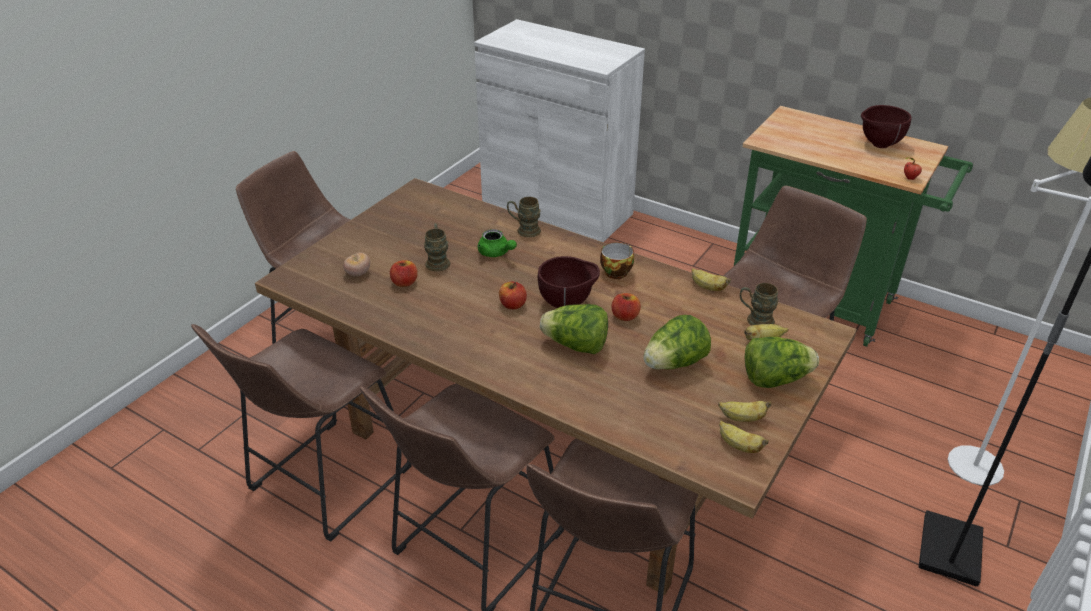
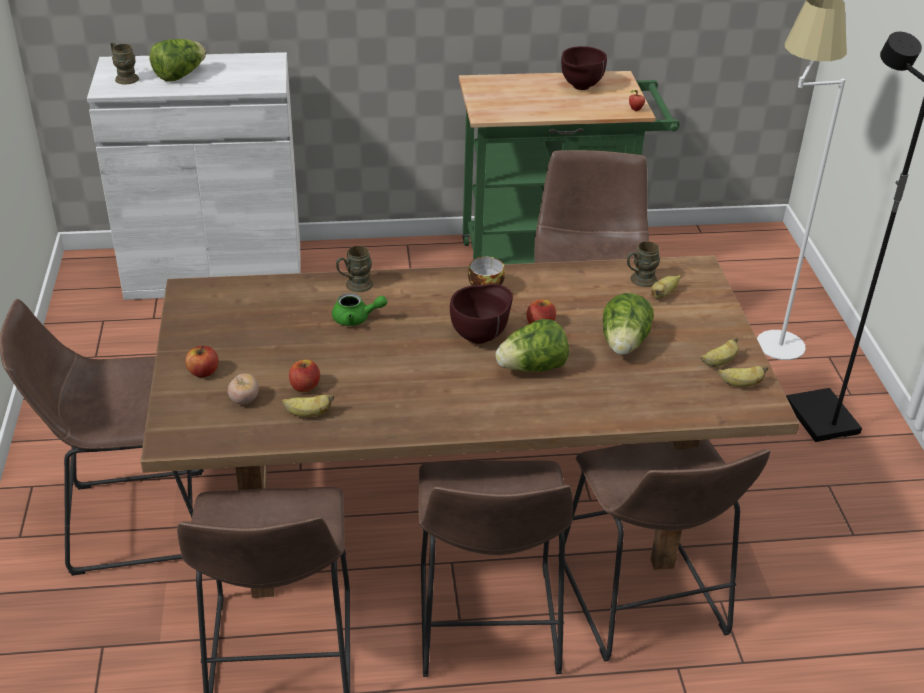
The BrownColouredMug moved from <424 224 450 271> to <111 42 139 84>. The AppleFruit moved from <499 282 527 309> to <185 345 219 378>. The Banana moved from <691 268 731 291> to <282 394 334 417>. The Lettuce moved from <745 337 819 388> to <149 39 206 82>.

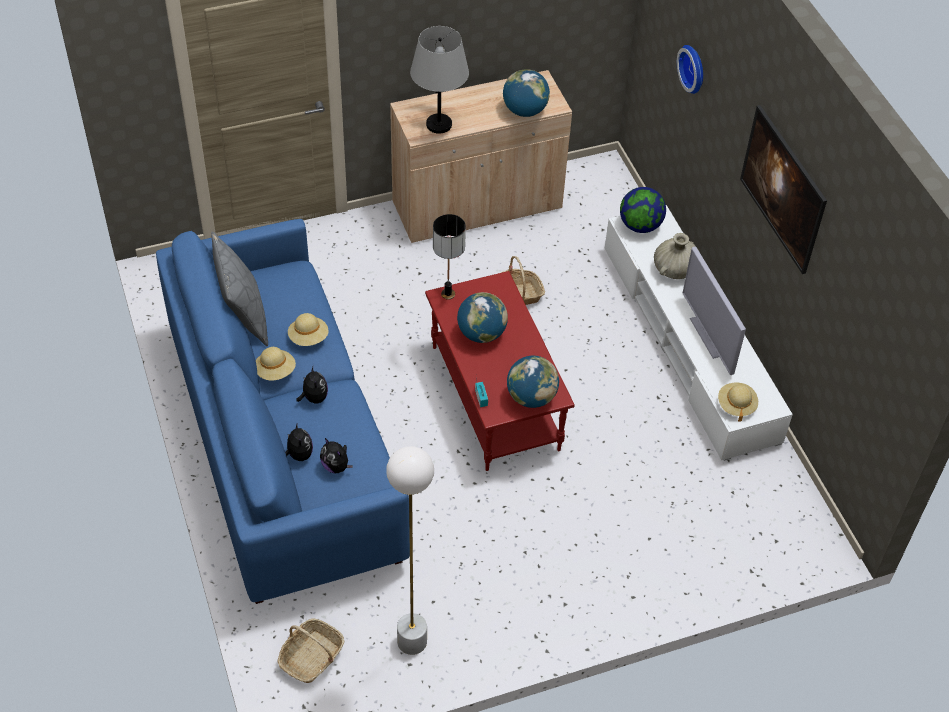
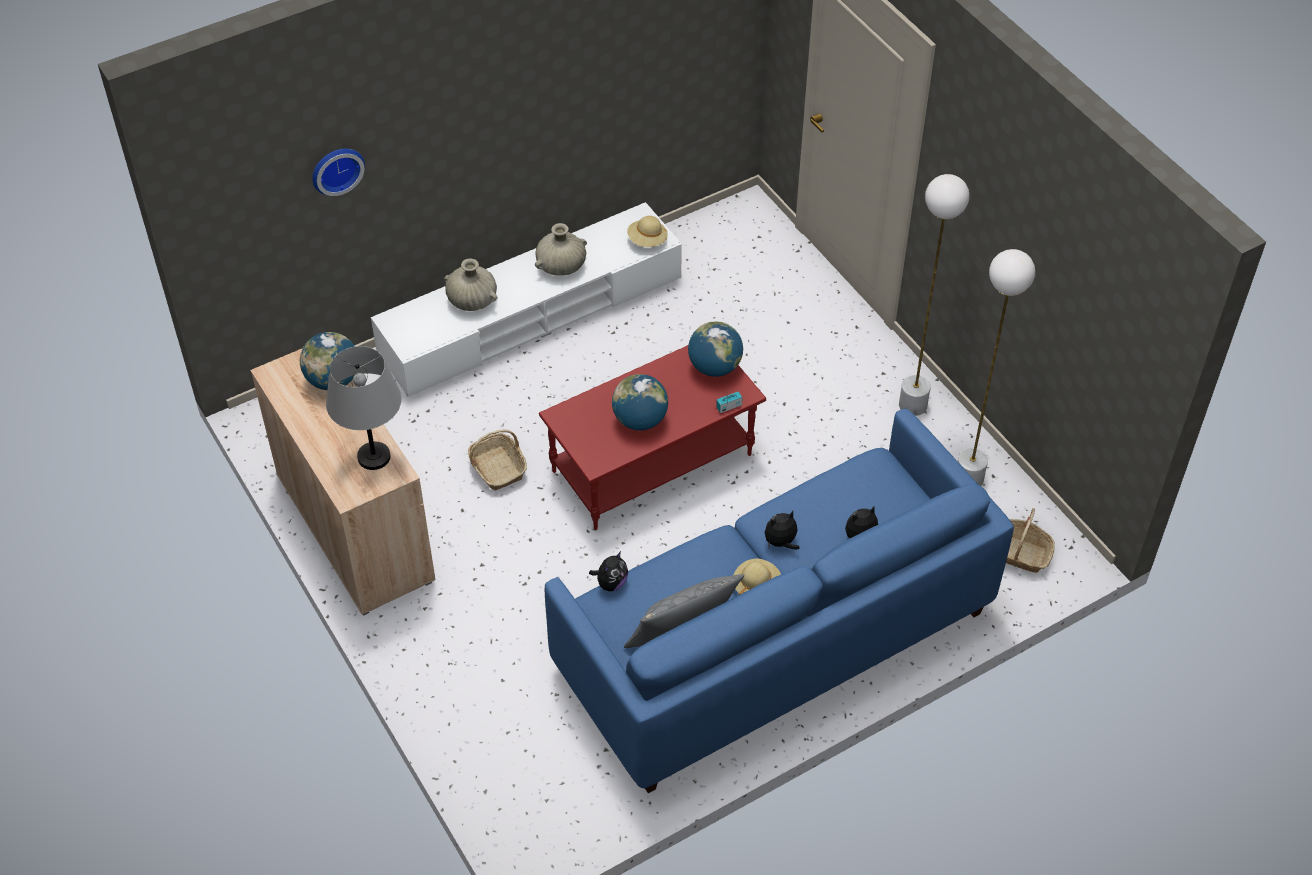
The BeigeWearableHat at <288 313 329 346> disappeared. The CuddlyToy moved from <320 438 353 473> to <589 551 628 591>. The LampForATable at <433 214 466 300> disappeared. The WorldGlobe at <620 187 666 233> disappeared. The Tv at <683 247 746 375> was replaced by the BeigeDecorativeVase at <535 223 587 276>. The Picture at <740 105 827 274> disappeared. The WhiteColouredFloorLamp at <899 174 969 416> appeared.

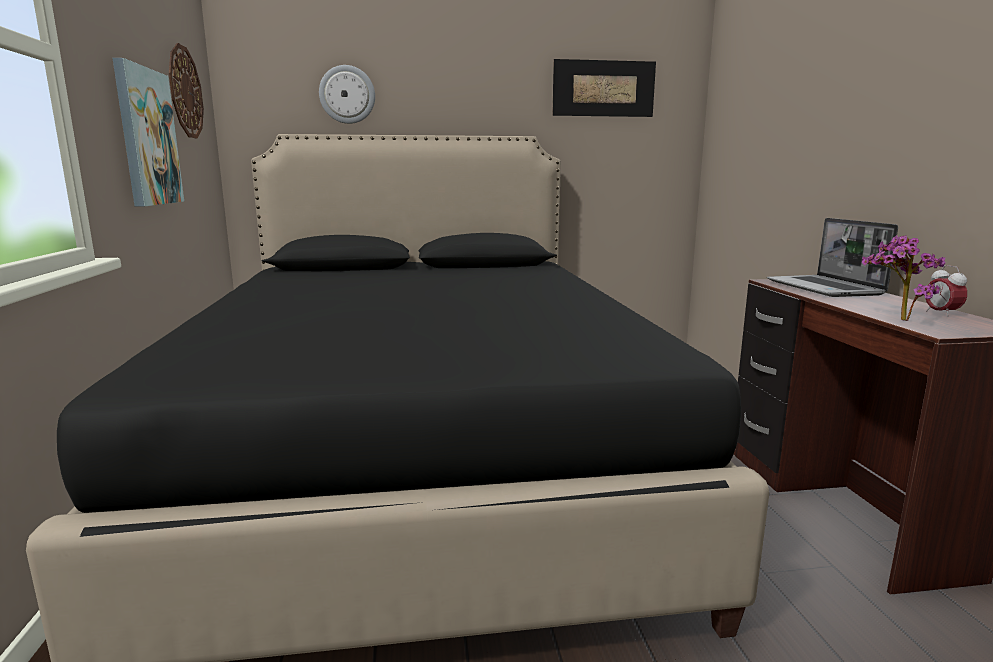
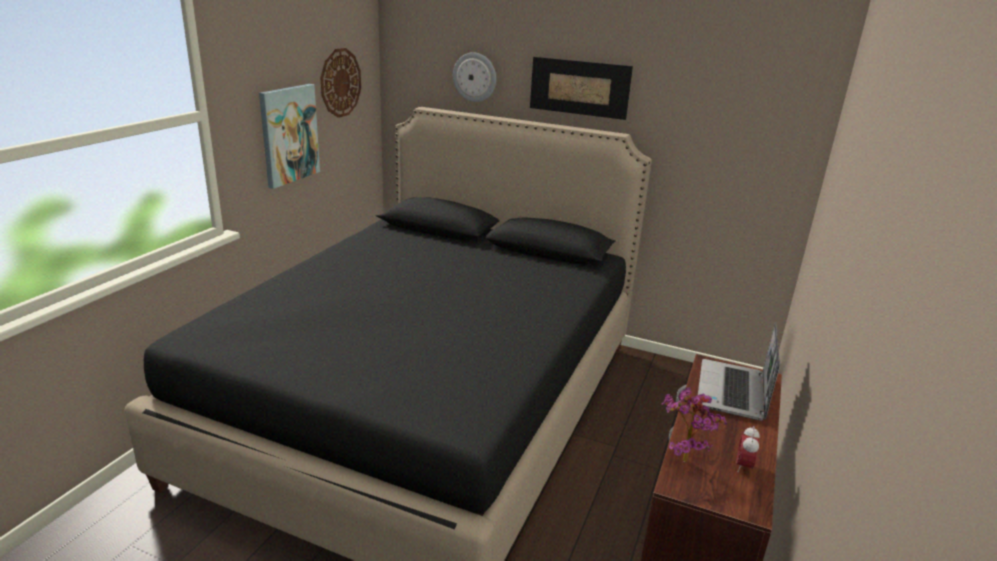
The Picture moved from <552 59 656 117> to <530 57 633 120>.

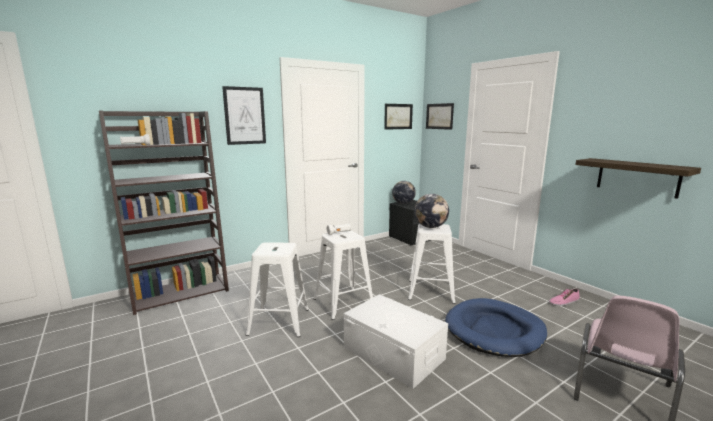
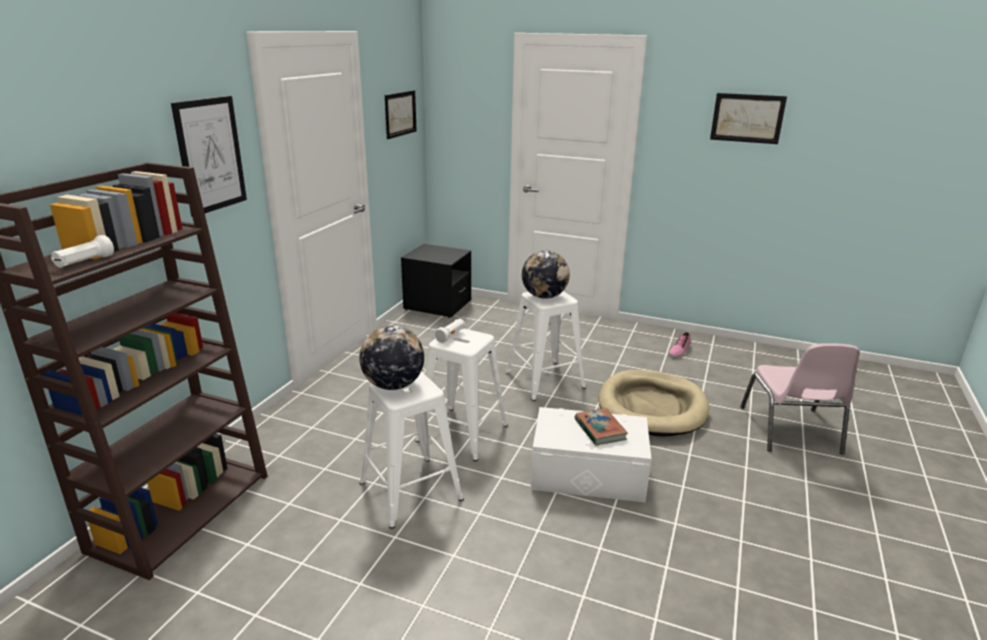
The WorldGlobe moved from <392 181 416 204> to <359 325 424 390>. The Picture moved from <426 103 454 130> to <710 93 787 144>. The BluishPetBed at <445 298 547 357> became the BeigePetBed at <598 370 709 437>. The BracketShelf at <575 158 701 199> disappeared. The Book at <575 408 628 445> appeared.

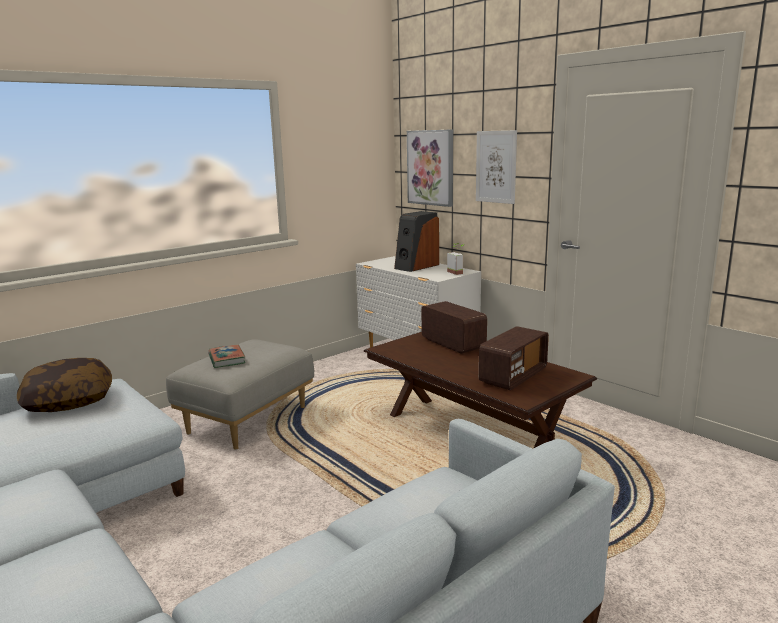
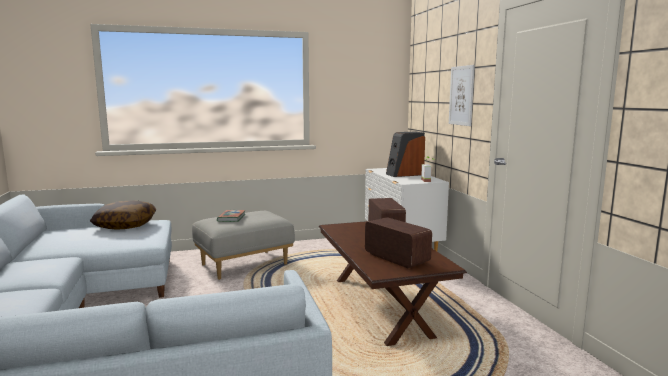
The Picture at <407 129 453 207> disappeared. The Radio at <479 326 549 390> turned 105 degrees counterclockwise.

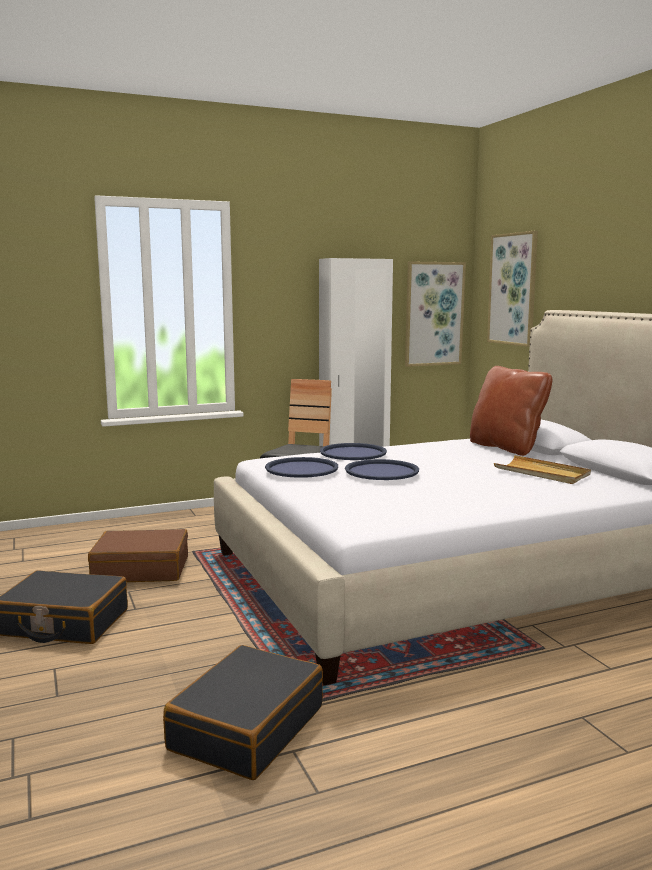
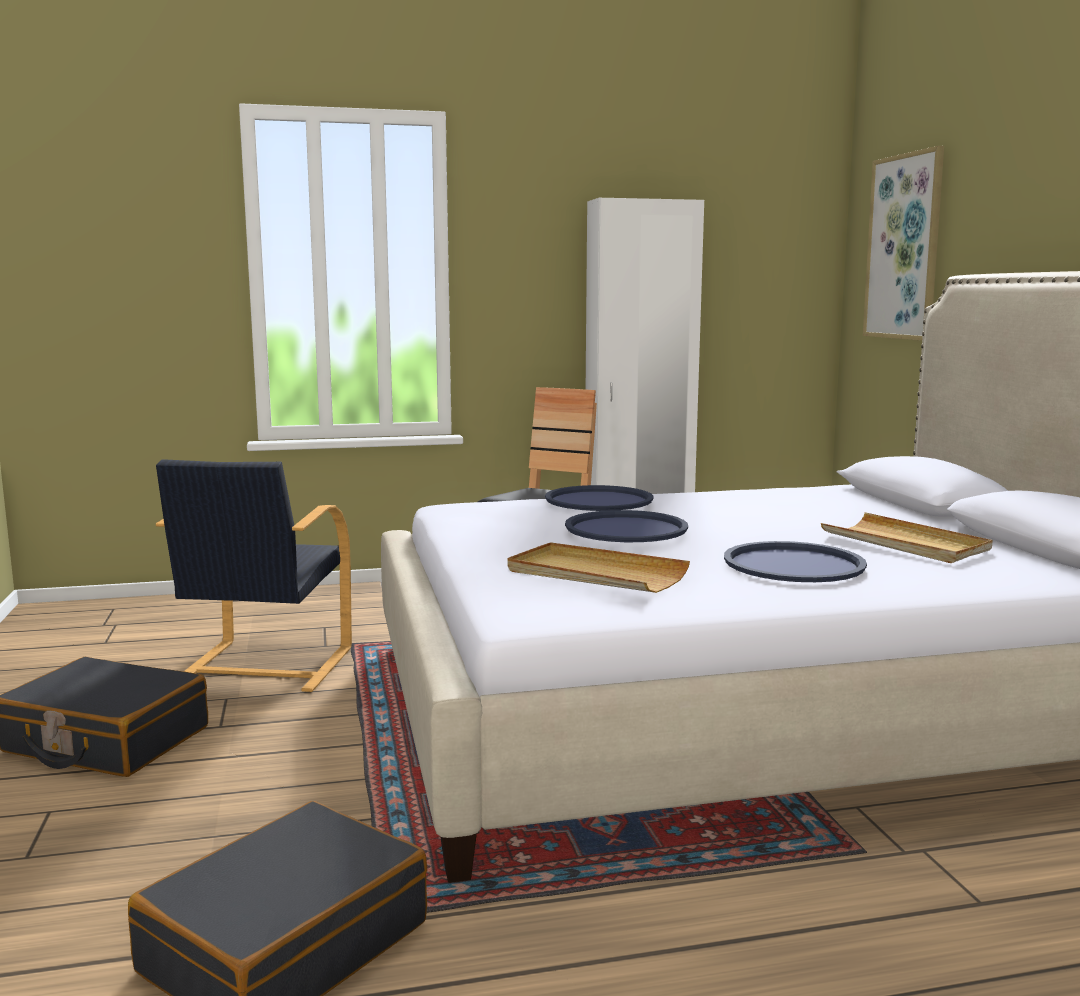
The BrownColouredTravelCase at <88 529 188 582> was replaced by the BlackishLoungeChair at <156 459 352 692>. The BluishServingTray moved from <265 457 338 478> to <724 541 867 582>. The Picture at <405 261 466 367> disappeared. The BrownColouredPillow at <470 366 553 456> disappeared. The BeigeServingTray at <508 542 690 593> appeared.

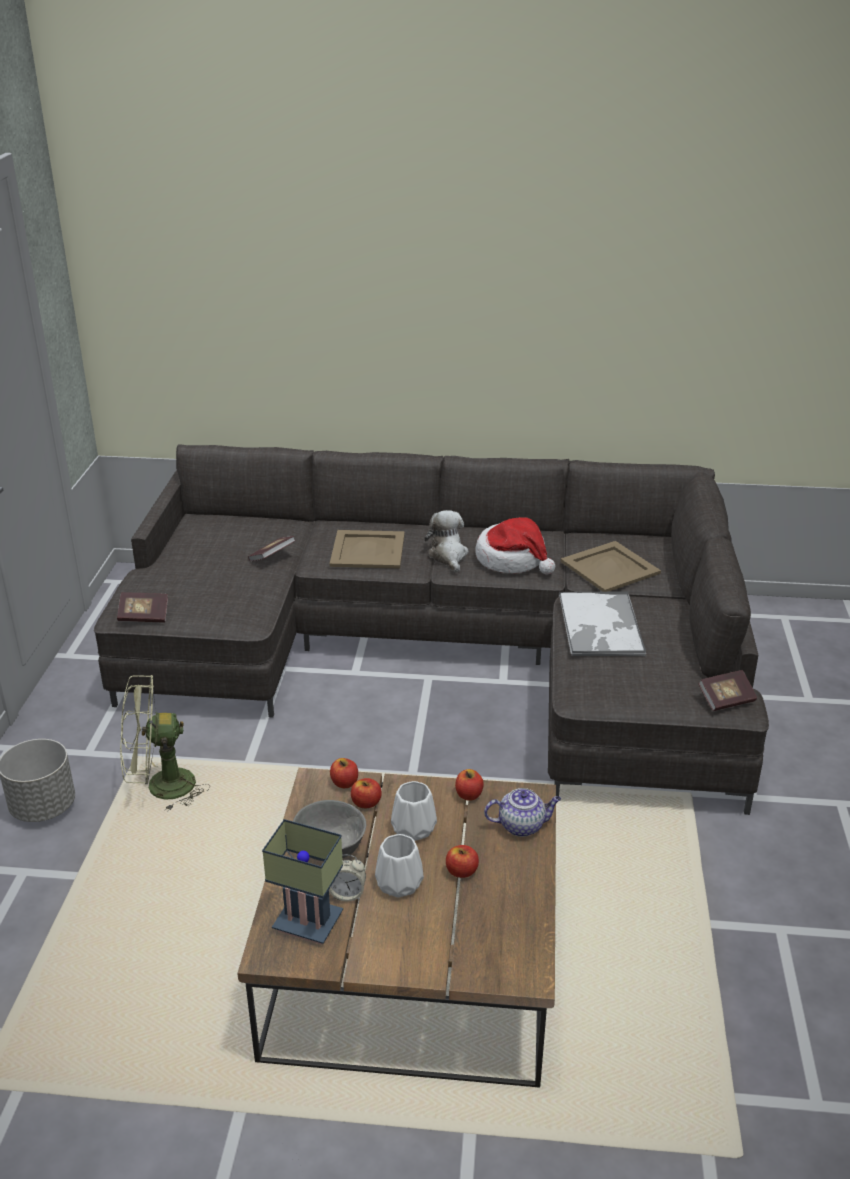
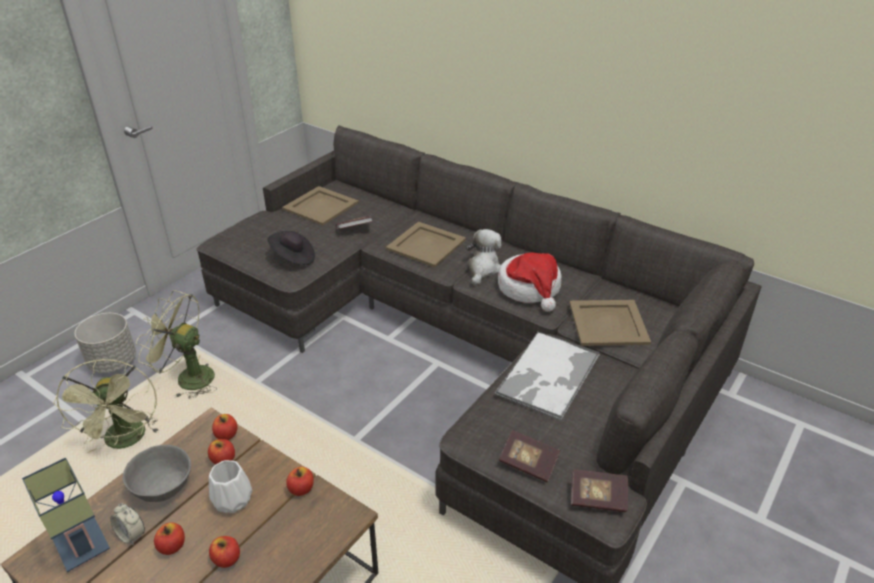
The Book moved from <117 592 168 623> to <499 430 560 482>. The WhiteColouredDecorativeVase at <375 834 424 898> was replaced by the AppleFruit at <154 522 185 555>. The Teapot at <484 788 561 837> disappeared. The GreenFan at <53 359 159 453> appeared. The BlackishWearableHat at <267 231 315 265> appeared. The BeigeServingTray at <282 186 359 225> appeared.

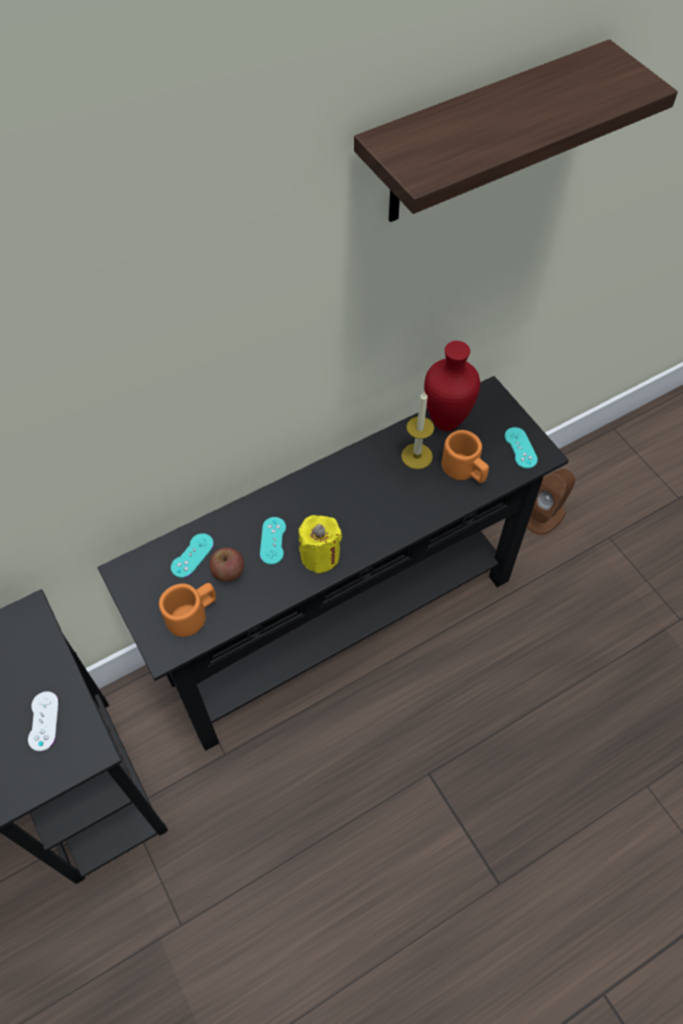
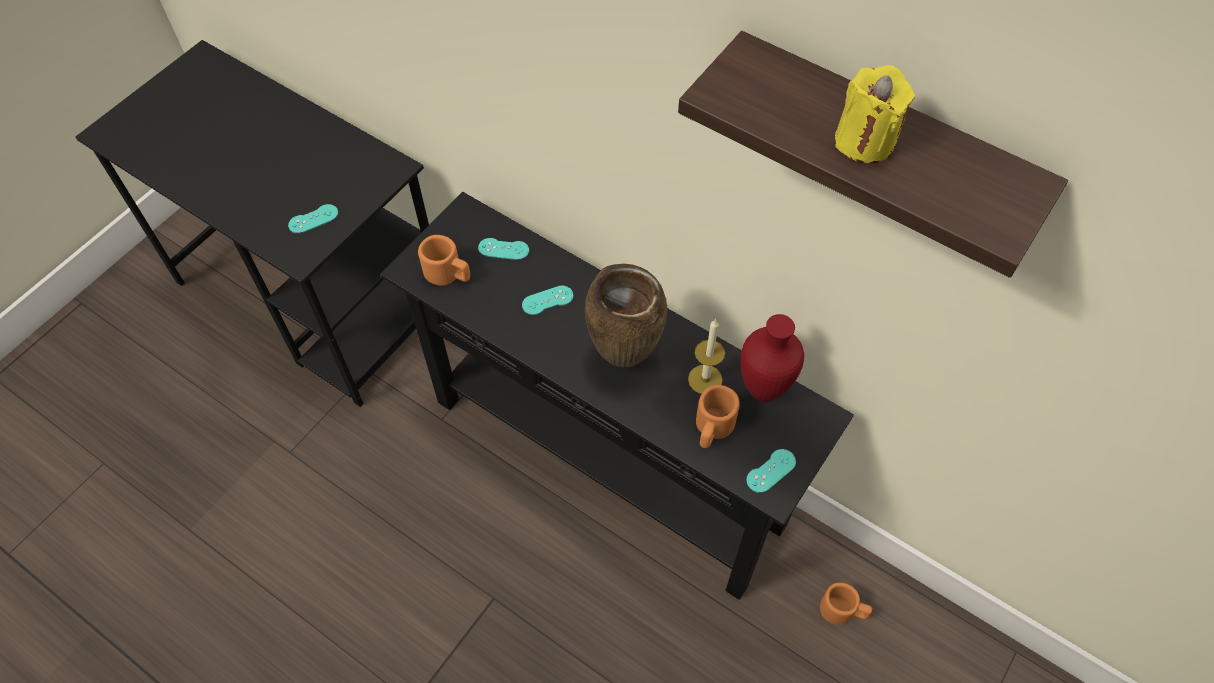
The WhiteColouredGameController at <28 691 59 751> became the TurquoiseGameController at <288 204 338 234>. The AppleFruit at <209 547 244 582> disappeared. The YellowishWaxLight moved from <298 515 342 574> to <835 65 915 163>. The BrownColouredAudioSpeaker at <527 469 575 535> was replaced by the OrangeyMug at <820 583 872 625>. The BrownColouredDecorativeVase at <585 264 667 367> appeared.

